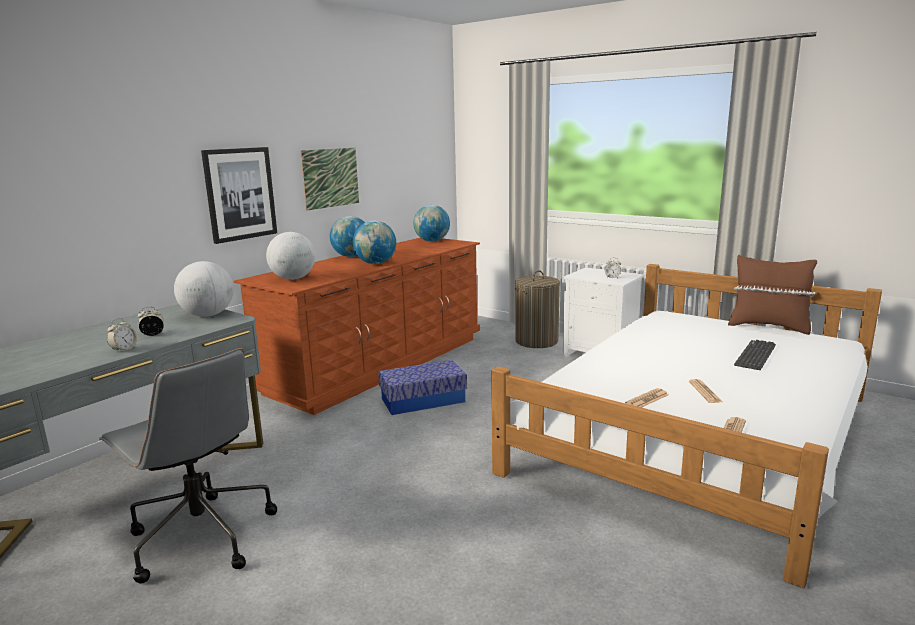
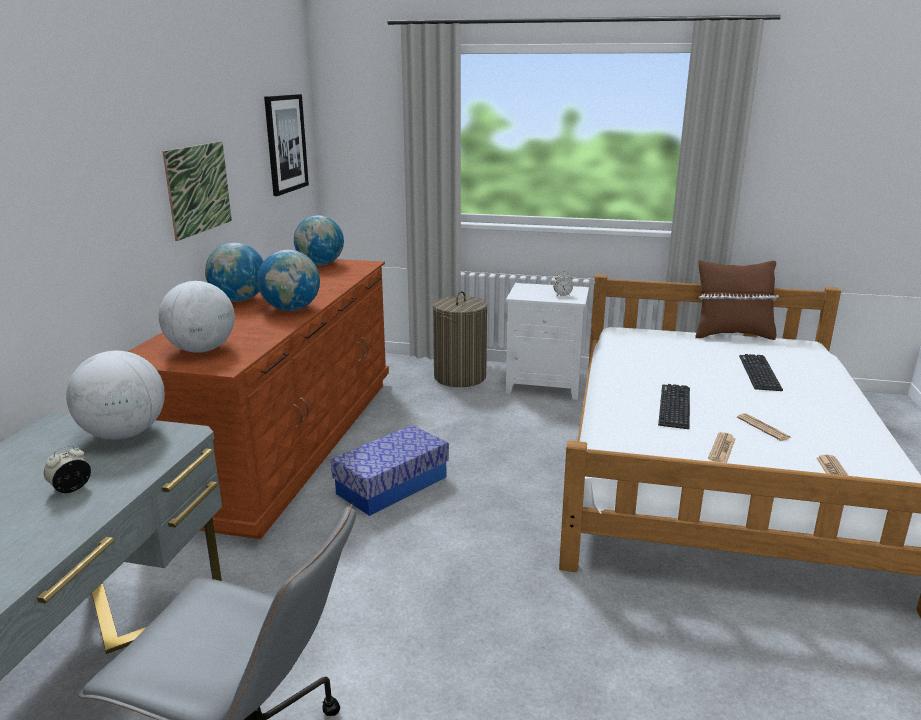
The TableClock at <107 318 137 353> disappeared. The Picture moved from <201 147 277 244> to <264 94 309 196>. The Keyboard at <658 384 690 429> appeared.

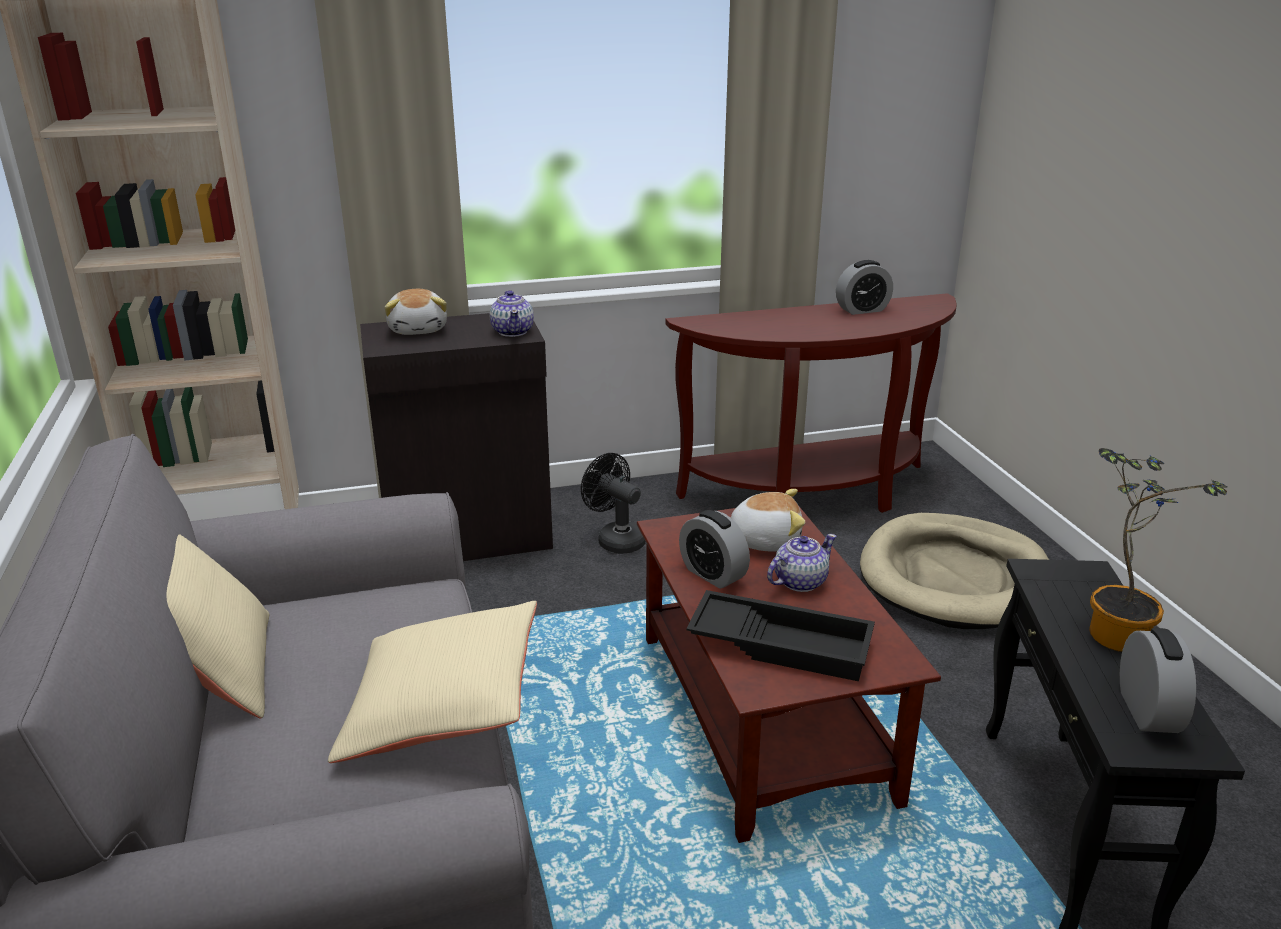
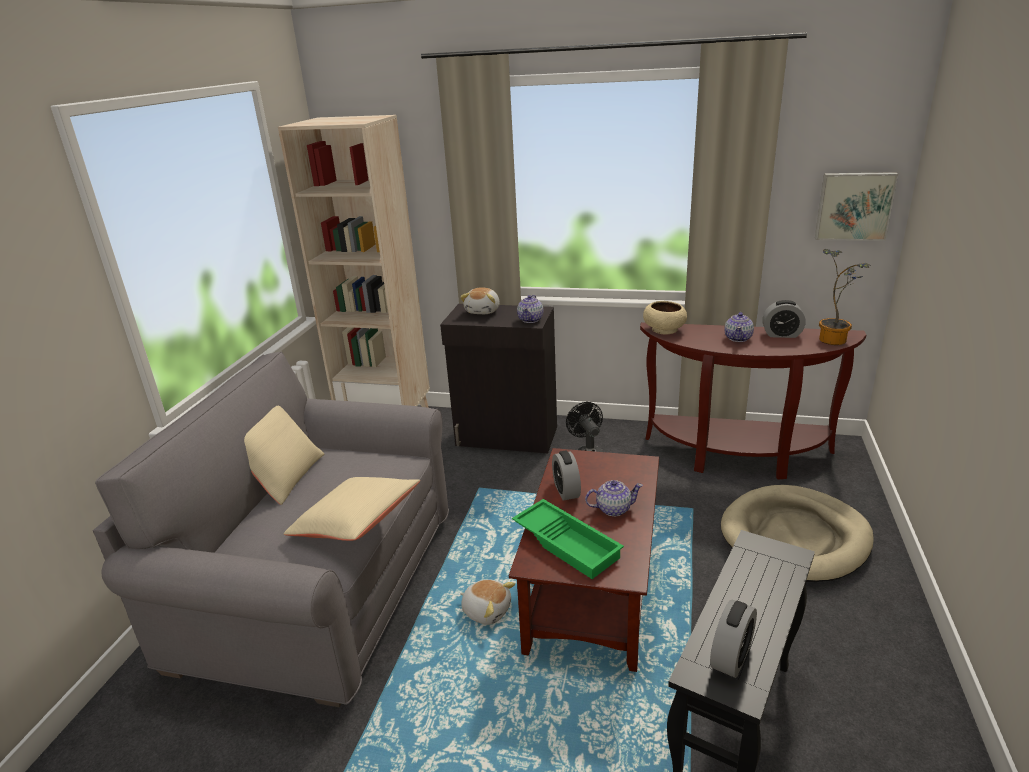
The BlackishServingTray at <686 590 875 681> became the GreenServingTray at <512 499 624 579>. The CuddlyToy moved from <731 489 805 552> to <460 579 515 625>. The PottedPlant moved from <1089 448 1228 652> to <819 249 871 345>. The BeigeBowl at <643 301 687 335> appeared. The Teapot at <724 312 754 342> appeared. The Picture at <815 172 898 241> appeared.

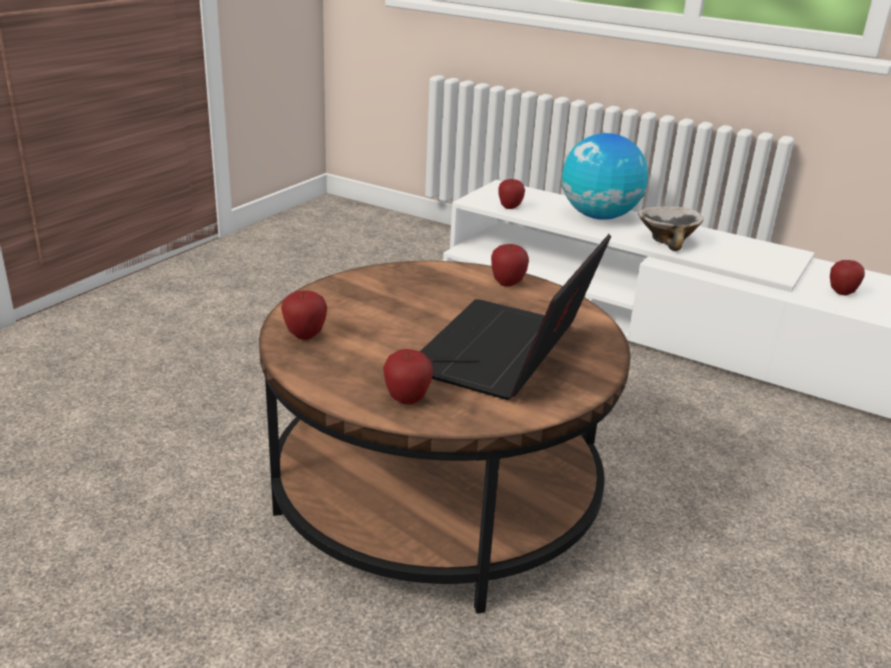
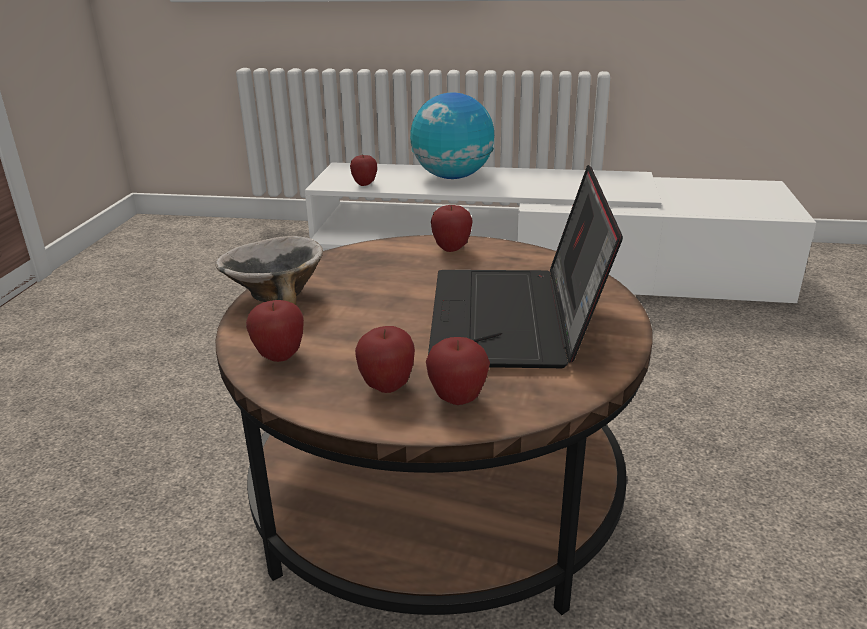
The Bowl moved from <638 206 703 251> to <216 236 323 306>. The AppleFruit moved from <830 260 865 295> to <355 326 415 393>.

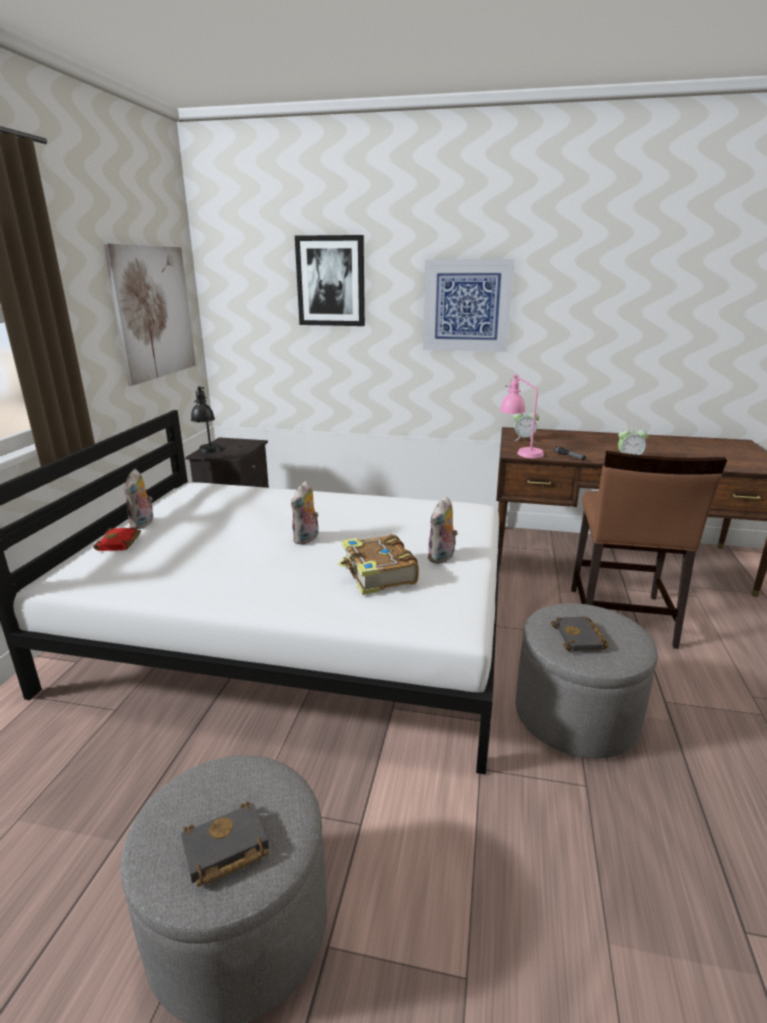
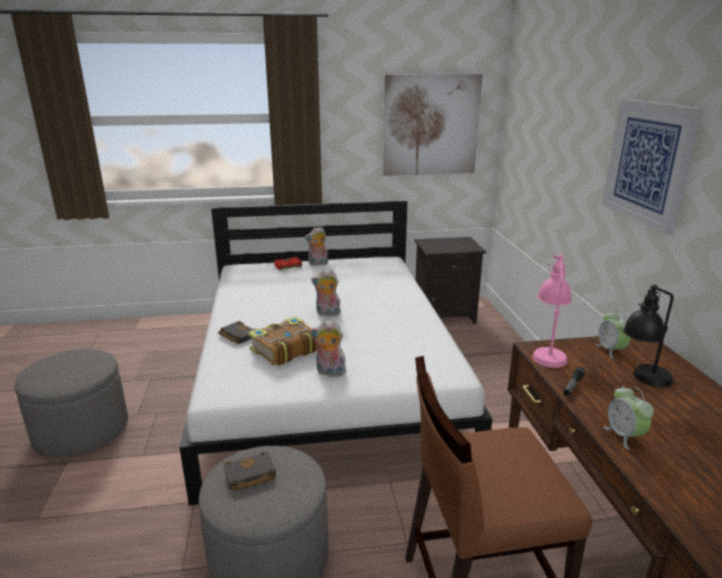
The BlackishBook moved from <181 801 269 887> to <218 321 256 344>. The BlackishLampForATable moved from <191 386 222 453> to <623 284 674 387>. The Picture at <295 235 365 326> disappeared.

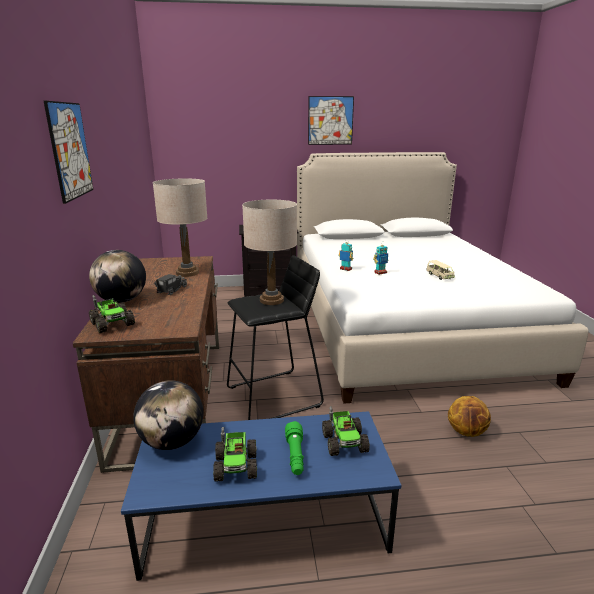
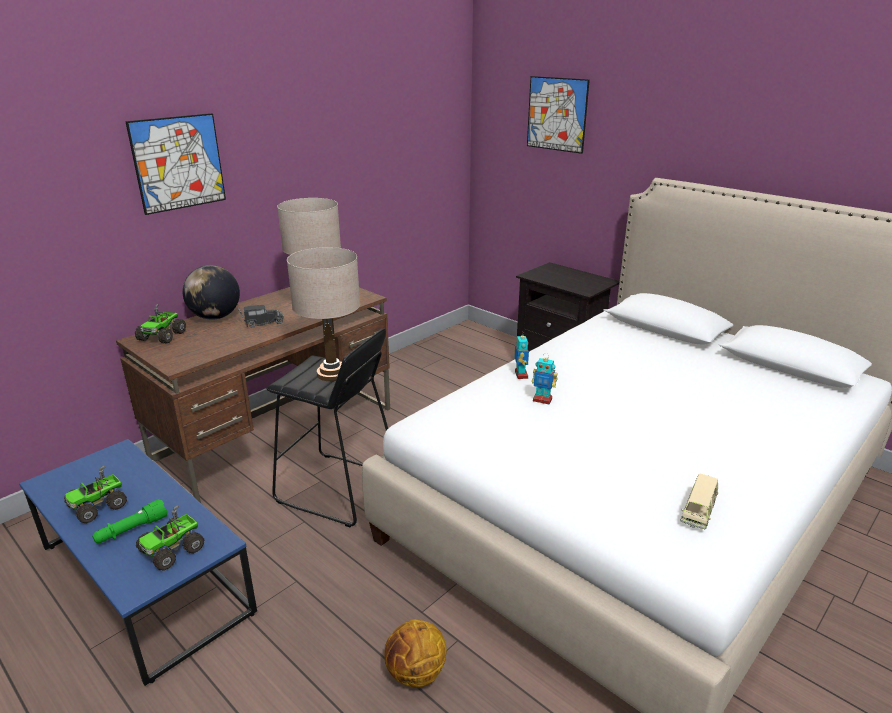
The WorldGlobe at <133 380 203 450> disappeared. The Picture moved from <308 96 354 145> to <527 76 590 154>. The BeigeMiniatureCar moved from <426 260 455 280> to <680 473 718 529>.

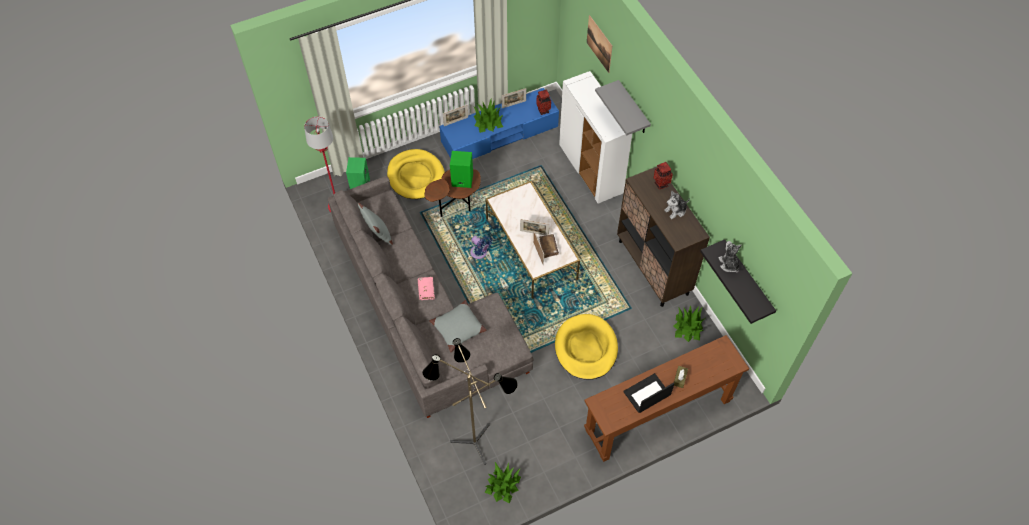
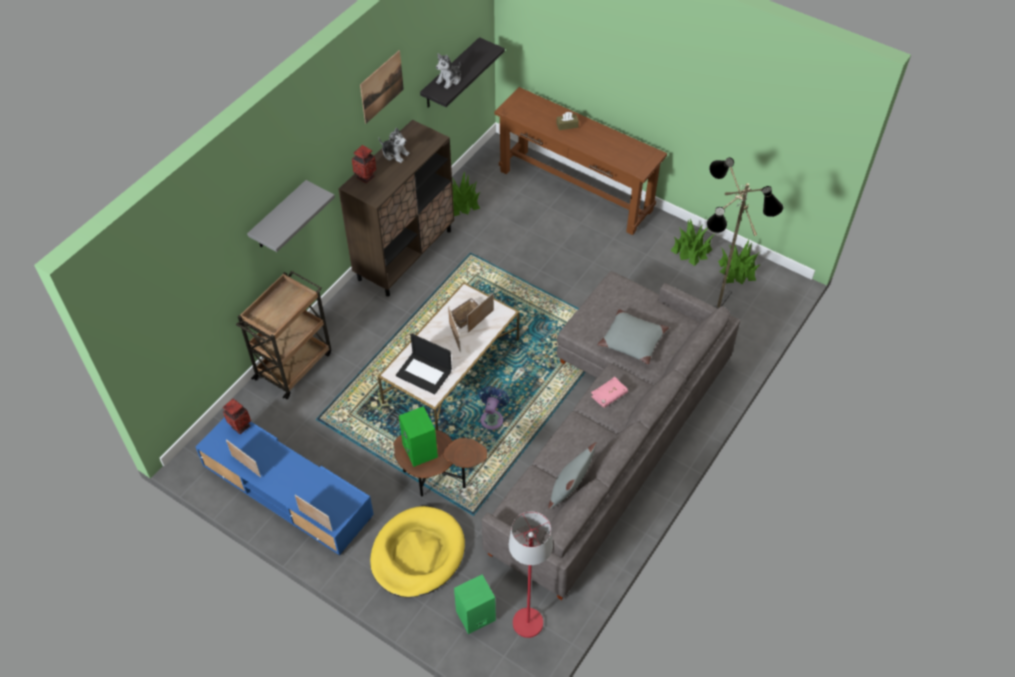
The PottedPlant moved from <473 99 503 133> to <670 219 714 266>. The YellowishPetBed at <555 314 618 380> disappeared. The WhiteColouredCupboard at <559 71 632 203> was replaced by the BrownColouredTrolley at <236 271 331 399>. The Picture moved from <587 15 612 73> to <360 50 404 124>. The PortableComputer moved from <623 373 674 413> to <396 333 452 394>.

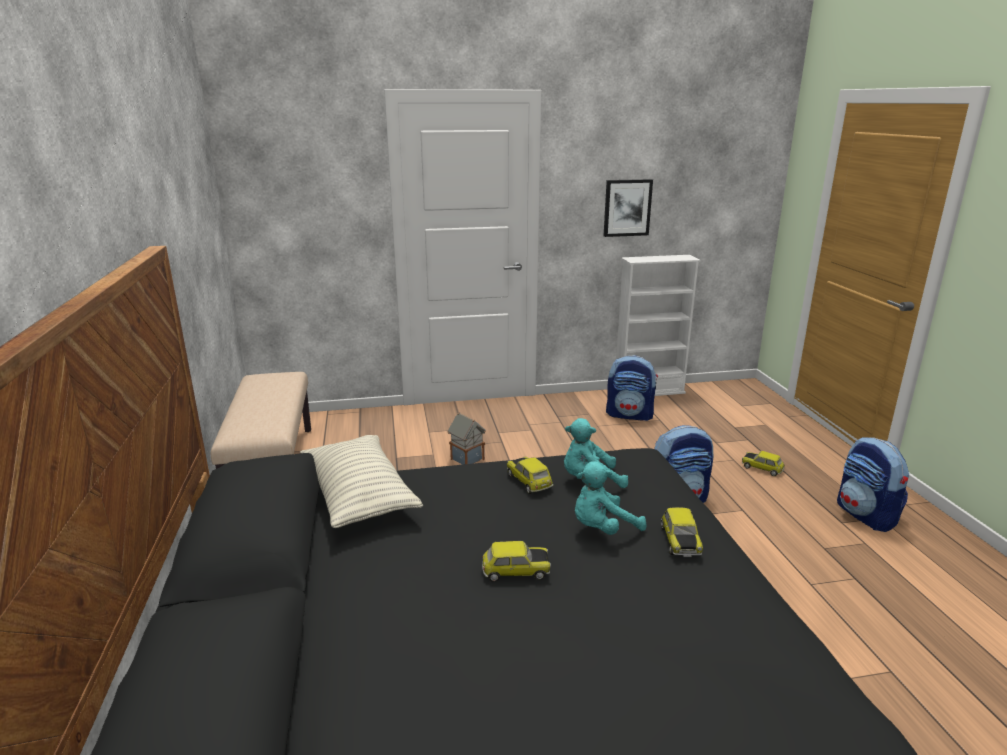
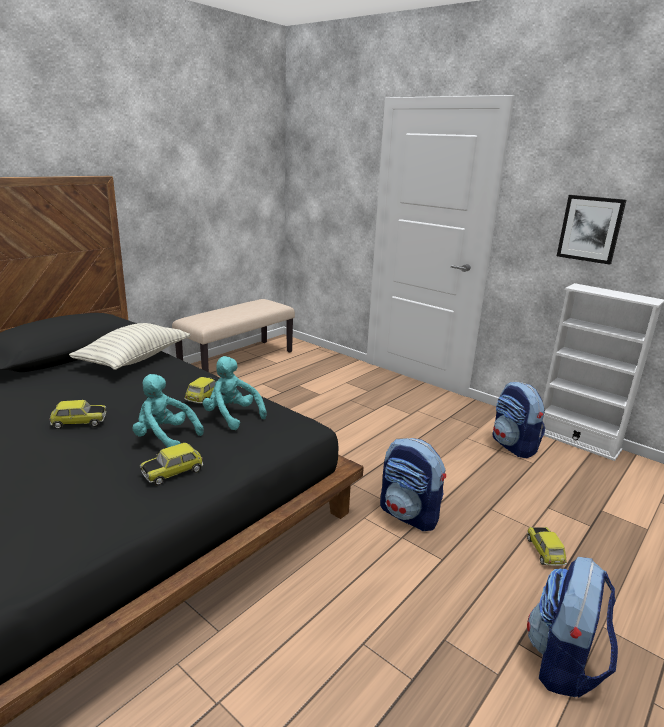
The MiniatureHouse at <447 412 486 465> disappeared. The MiniatureCar at <482 541 551 582> turned 60 degrees counterclockwise.

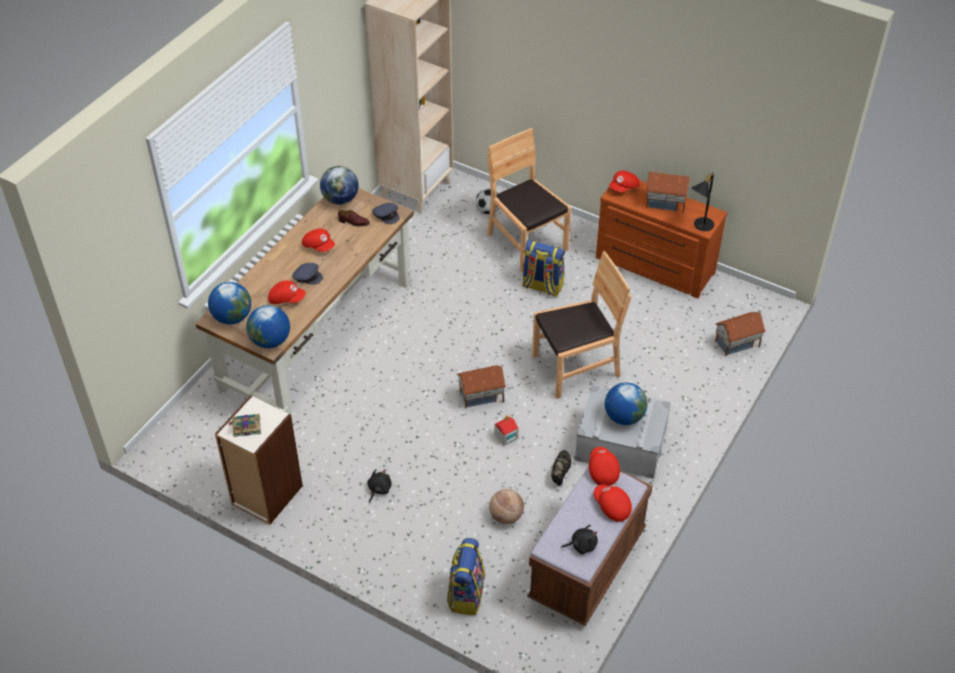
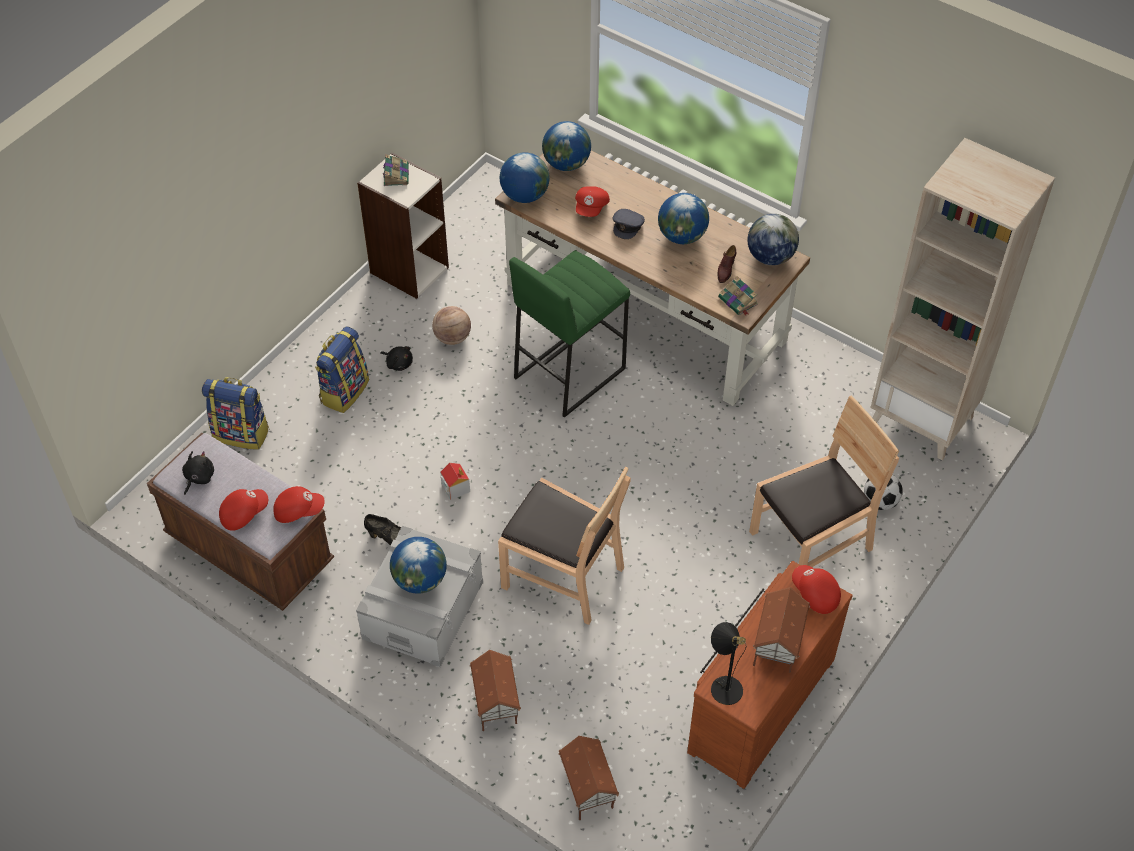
The ReddishPeakedCap at <302 228 335 252> was replaced by the WorldGlobe at <658 193 709 244>. The GreyishPeakedCap at <372 203 400 224> was replaced by the Book at <718 276 758 316>. The MiniatureHouse moved from <457 365 506 408> to <469 650 521 731>. The BallForBasketball moved from <489 489 524 524> to <432 306 471 345>. The Rucksack moved from <522 240 565 297> to <315 326 369 413>. The BrownColouredPlainChair at <532 251 631 399> turned 45 degrees counterclockwise. The BlackishCuddlyToy at <561 525 598 554> turned 150 degrees counterclockwise. The GreenStoolSeat at <509 250 630 418> appeared.

